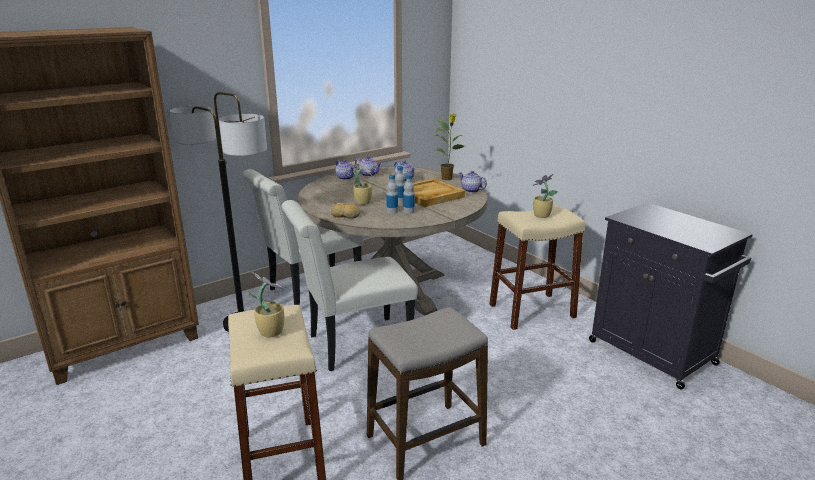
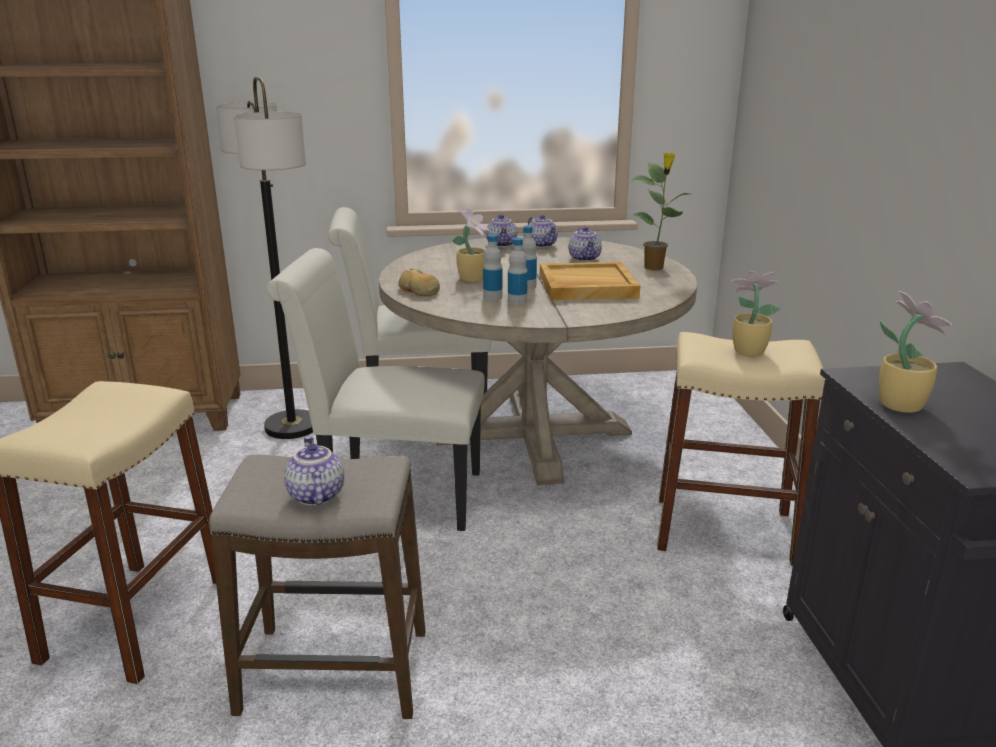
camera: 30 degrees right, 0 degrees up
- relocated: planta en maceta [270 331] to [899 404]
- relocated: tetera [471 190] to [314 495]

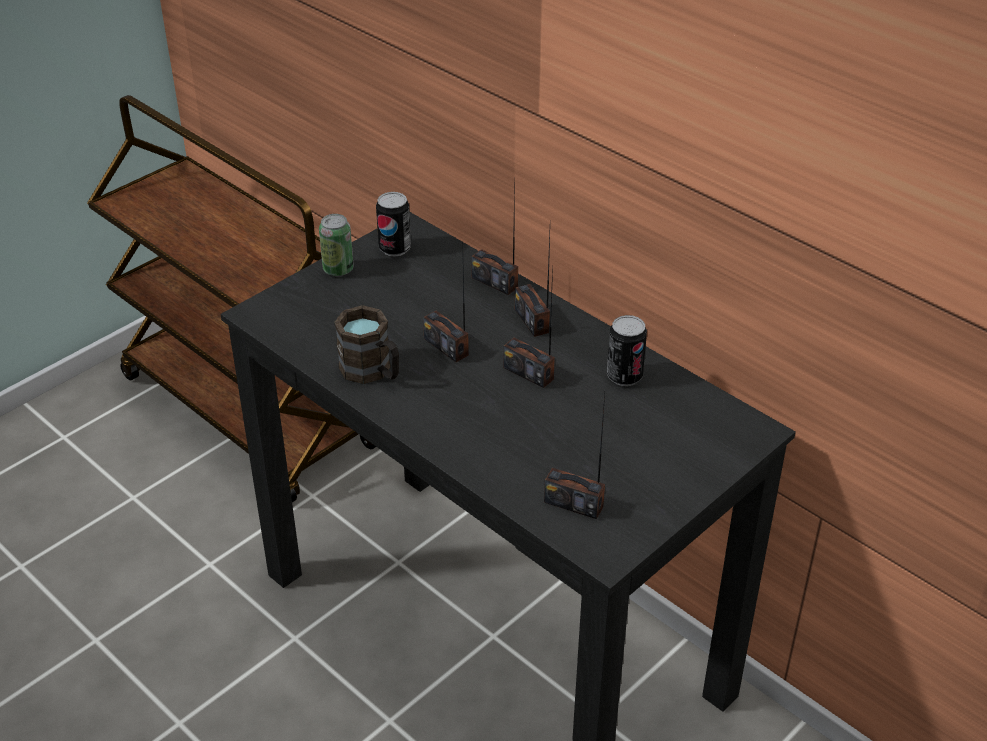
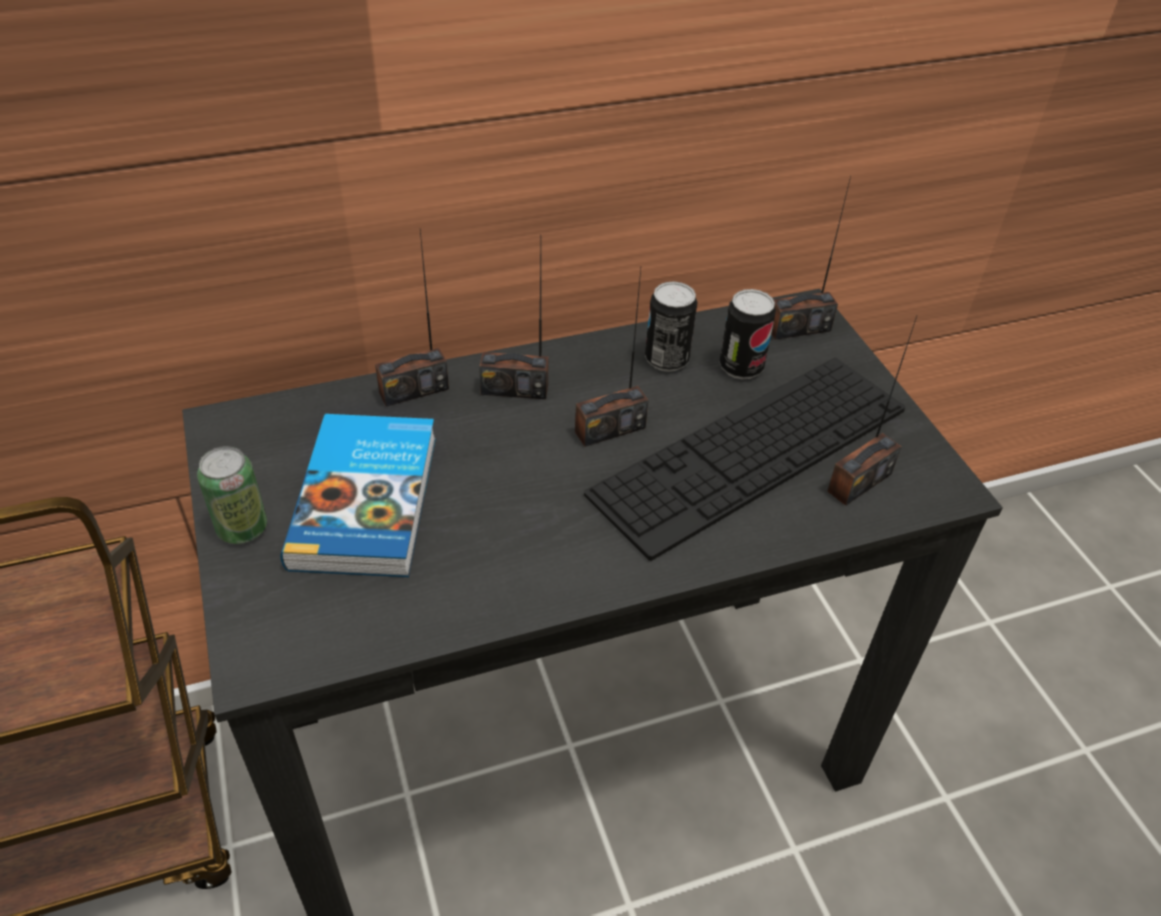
camera: 65 degrees left, 5 degrees up
- missing: taza grande/marrón [372 372]
- appeared: libro [369 499]
- appeared: teclado [751 451]
- relocated: lata [395 248] to [741 367]
- relocated: radio [446 346] to [798 328]

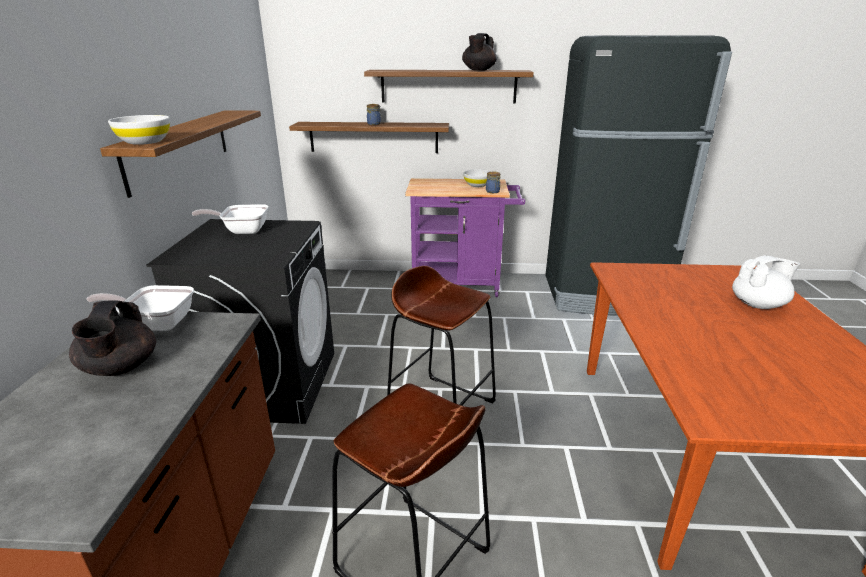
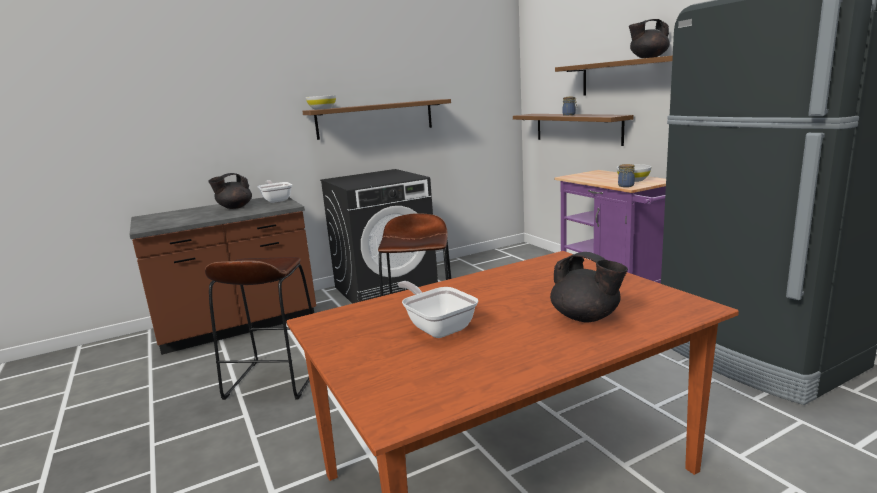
camera: 60 degrees right, 10 degrees down
- relocated: sartén [242 230] to [437 327]
- colour: tetera/blanco [758 304] to tetera/negro [586 317]

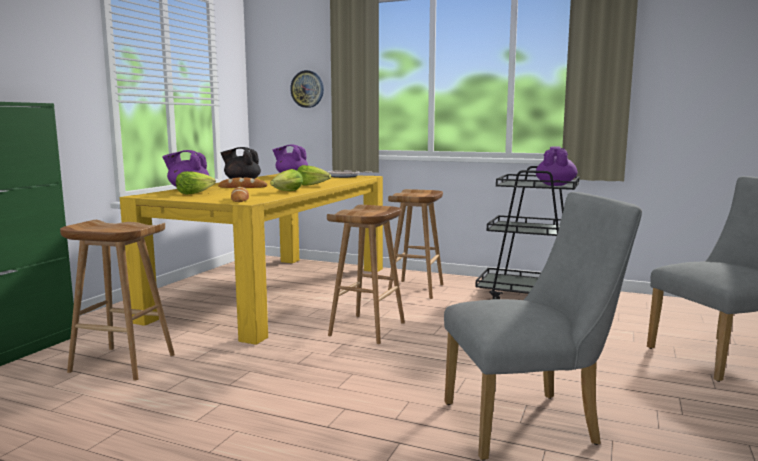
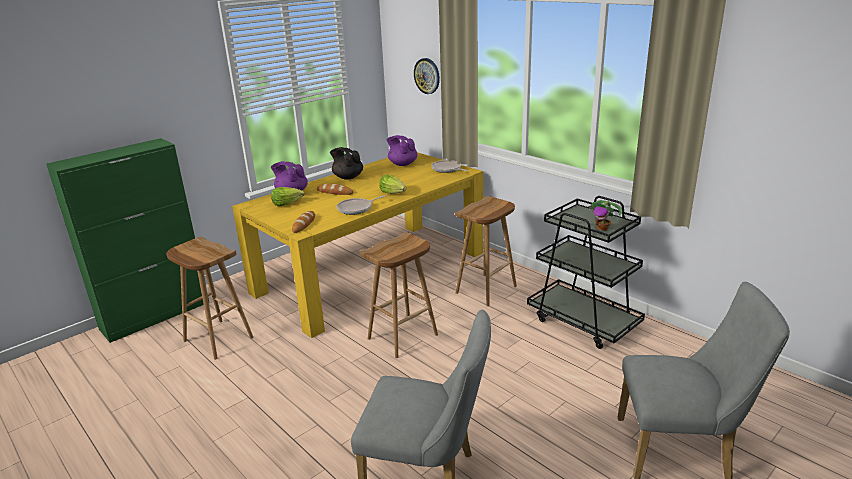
camera: 25 degrees right, 15 degrees up
- exchanged: lechuga [287 191] to sartén [356 209]
- exchanged: tetera/morado [555 185] to planta en maceta [603 228]

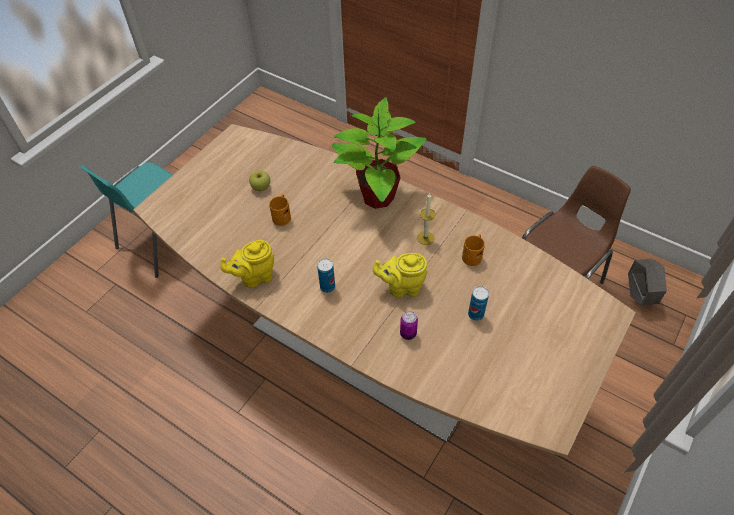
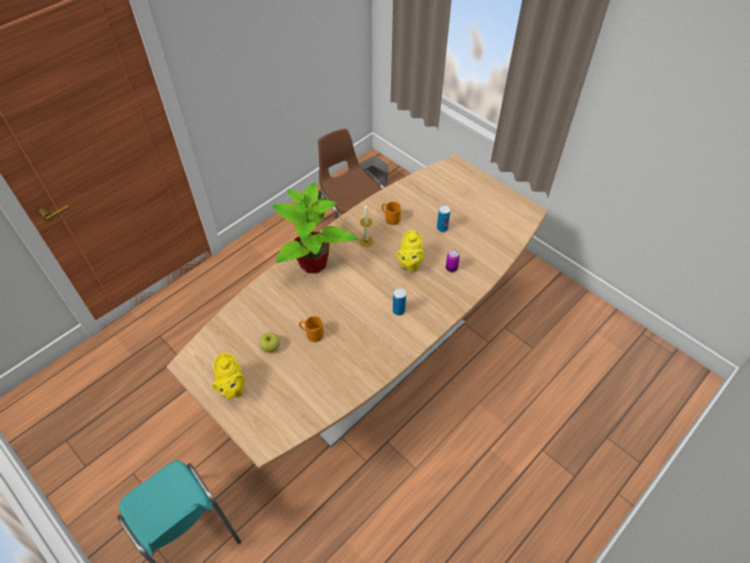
camera: 80 degrees left, 0 degrees up
- relocated: tetera/amarillo [255 277] to [232 388]

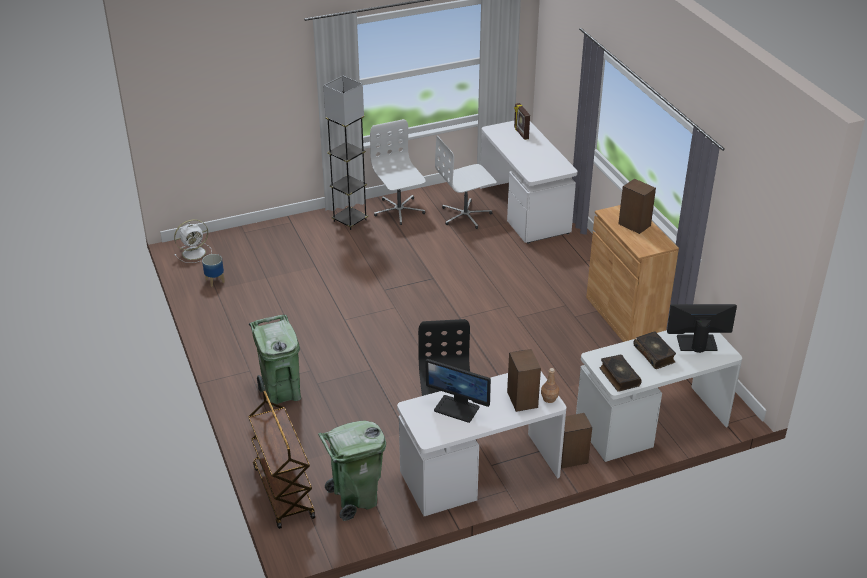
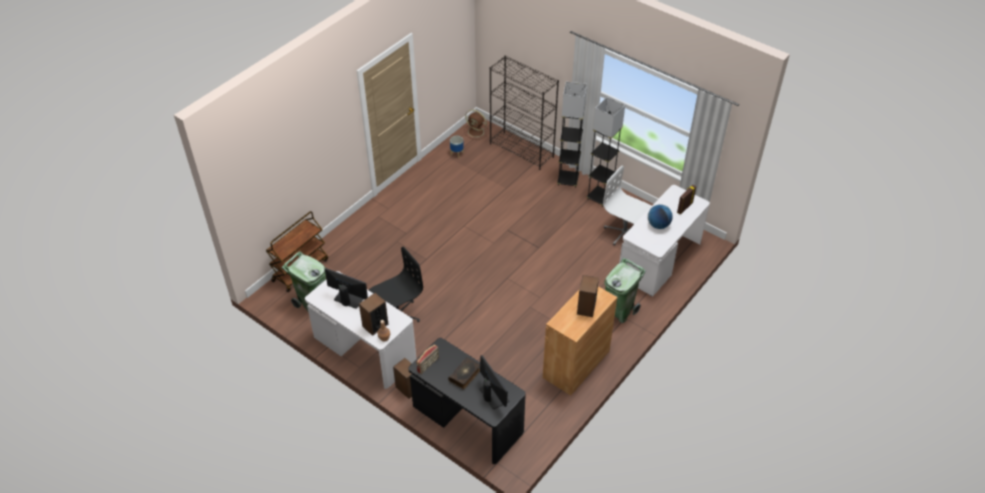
camera: 60 degrees right, 10 degrees up
- appeared: estantería/negro [522 150]
- appeared: globo terráqueo [658 225]
- relocated: papelera/verde [282 393] to [619 311]
- exchanged: silla de oficina/blanco [399 210] to lámpara de pie/gris [600 198]
- exchanged: libro [619 377] to radio [428 365]
- colour: ventilador/blanco [195 253] to ventilador/marrón [476 132]
- colour: escritorio/blanco [651 425] to escritorio/negro [467 419]
- spun: monitor [457 408] = [348 298] 120 degrees clockwise

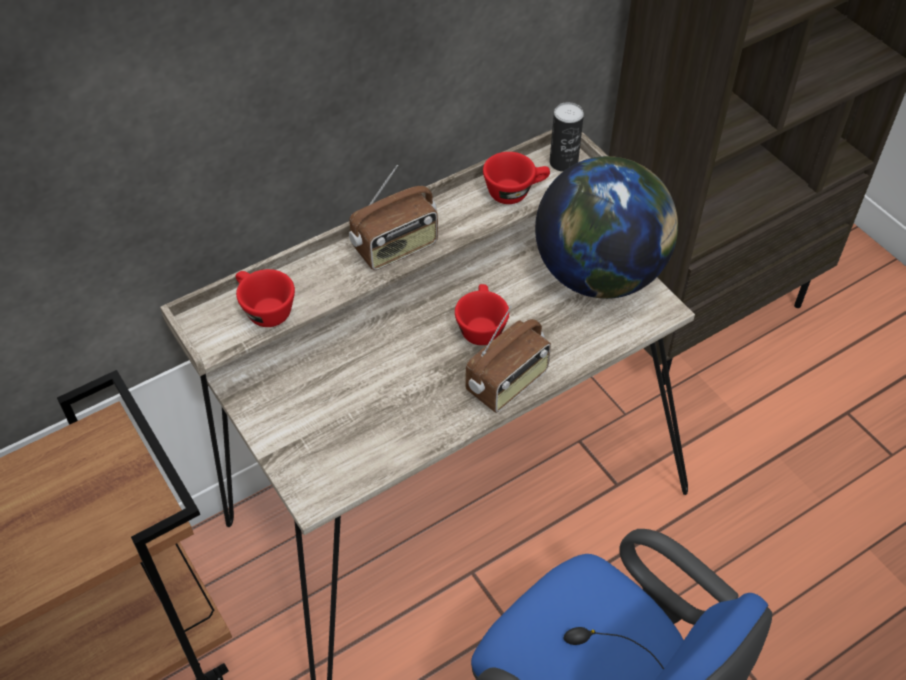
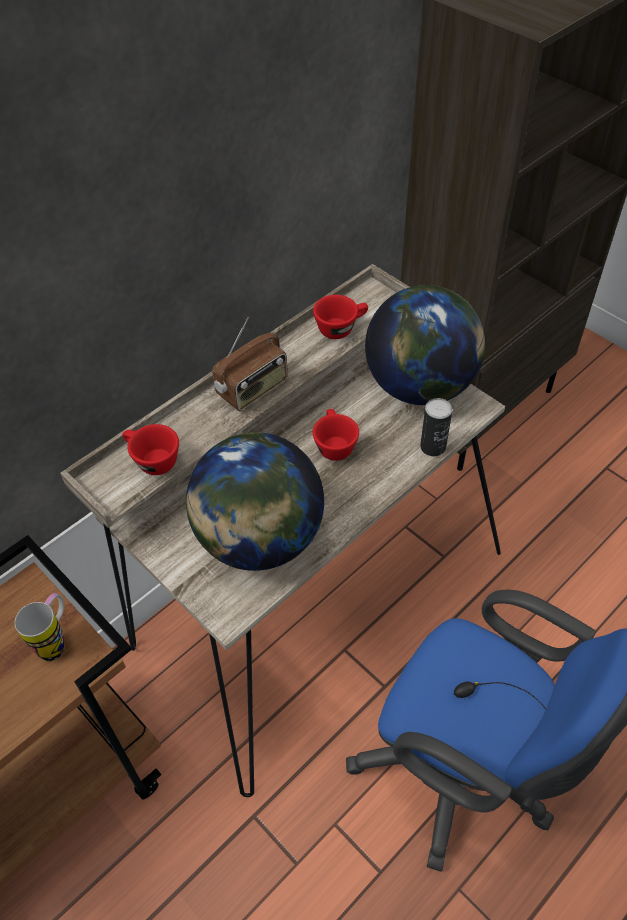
camera: 10 degrees left, 0 degrees up
- missing: radio [508 383]
- appeared: taza grande [56 641]
- appeared: globo terráqueo [259 539]
- relocated: lata [563 162] to [433 447]

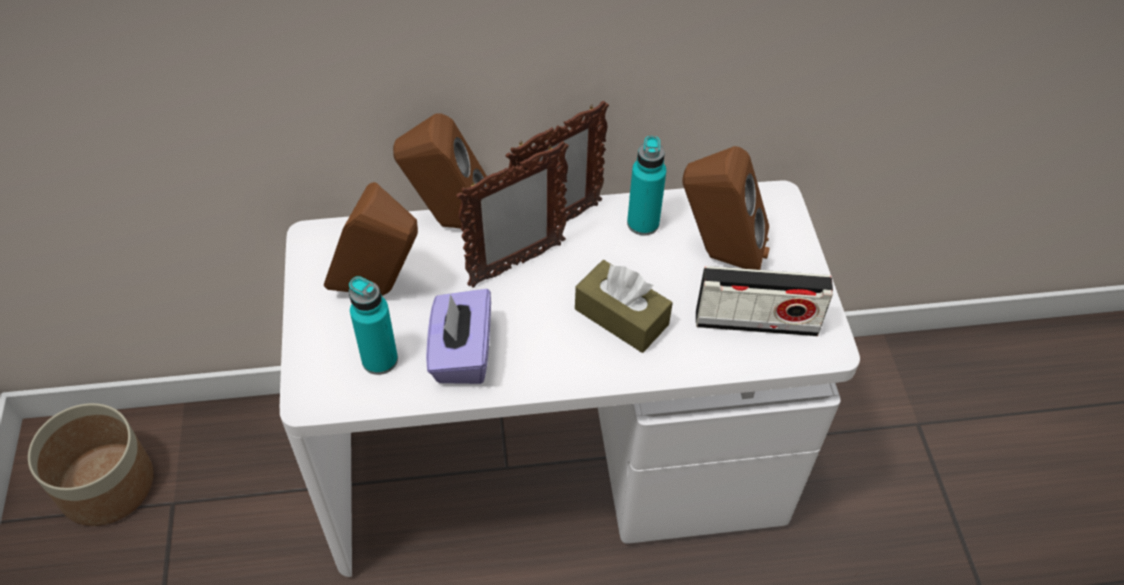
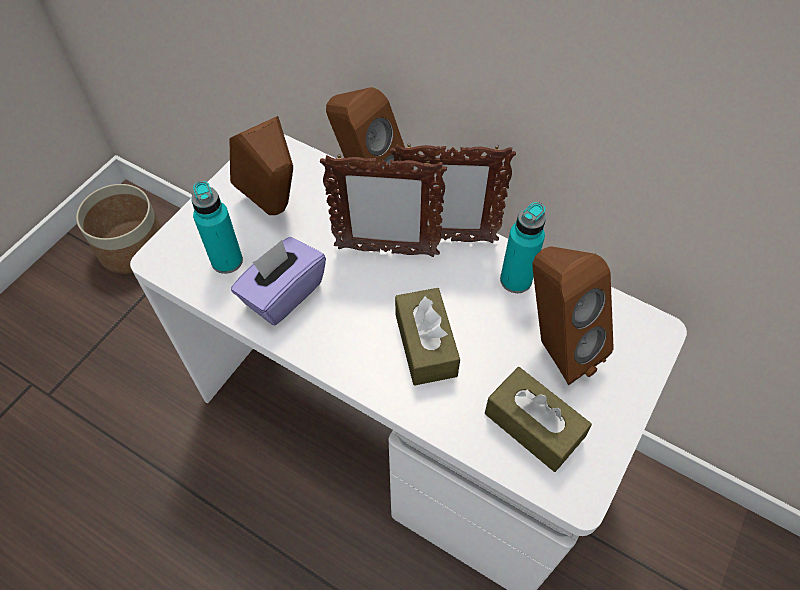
camera: 40 degrees right, 5 degrees up
- exchanged: radio [756 322] to caja de pañuelos/marrón [533 426]

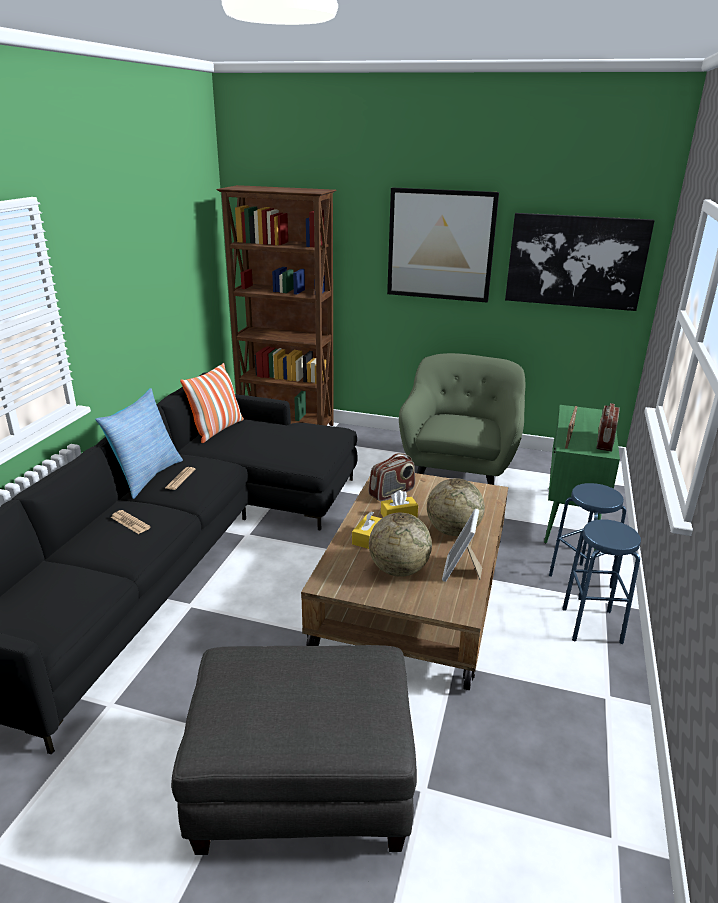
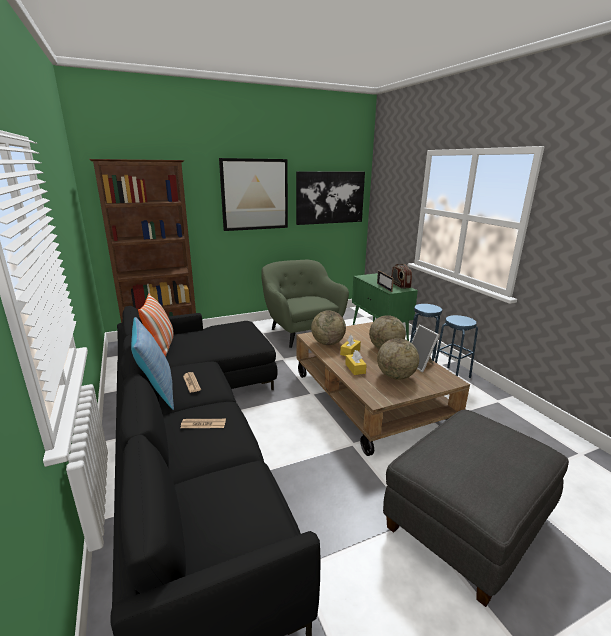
camera: 40 degrees left, 5 degrees down
- exchanged: radio [392 493] to globo terráqueo [327 343]

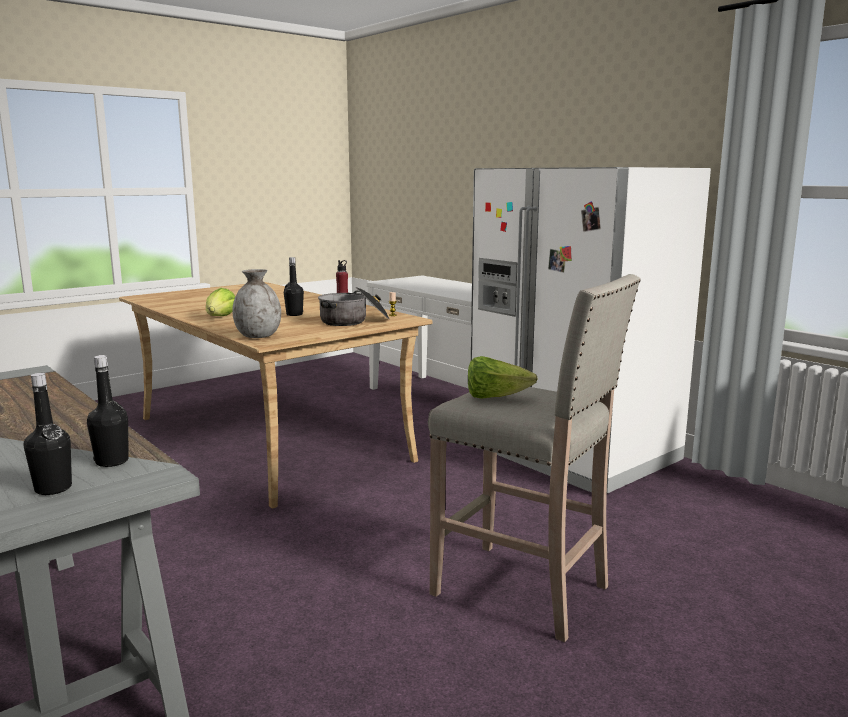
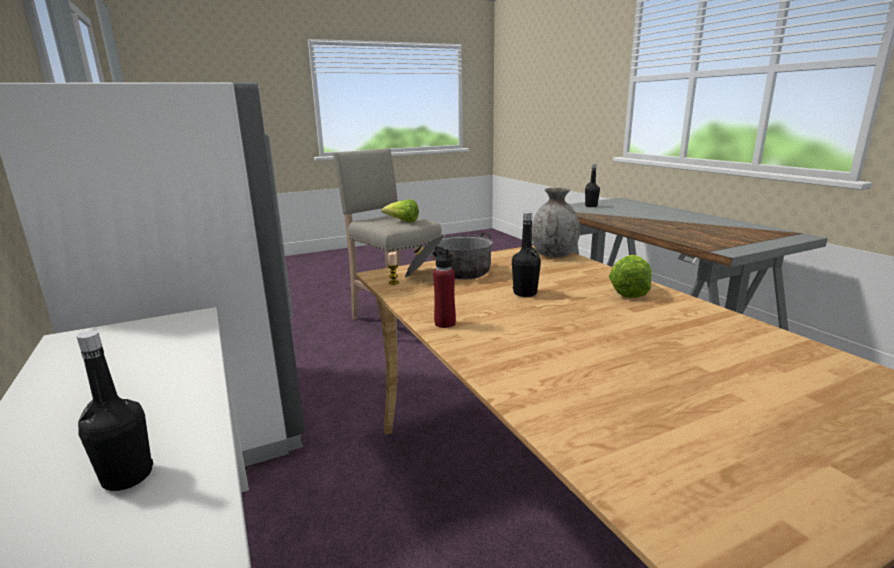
camera: 165 degrees left, 5 degrees up
- relocated: botella/negro [112 461] to [127 476]

